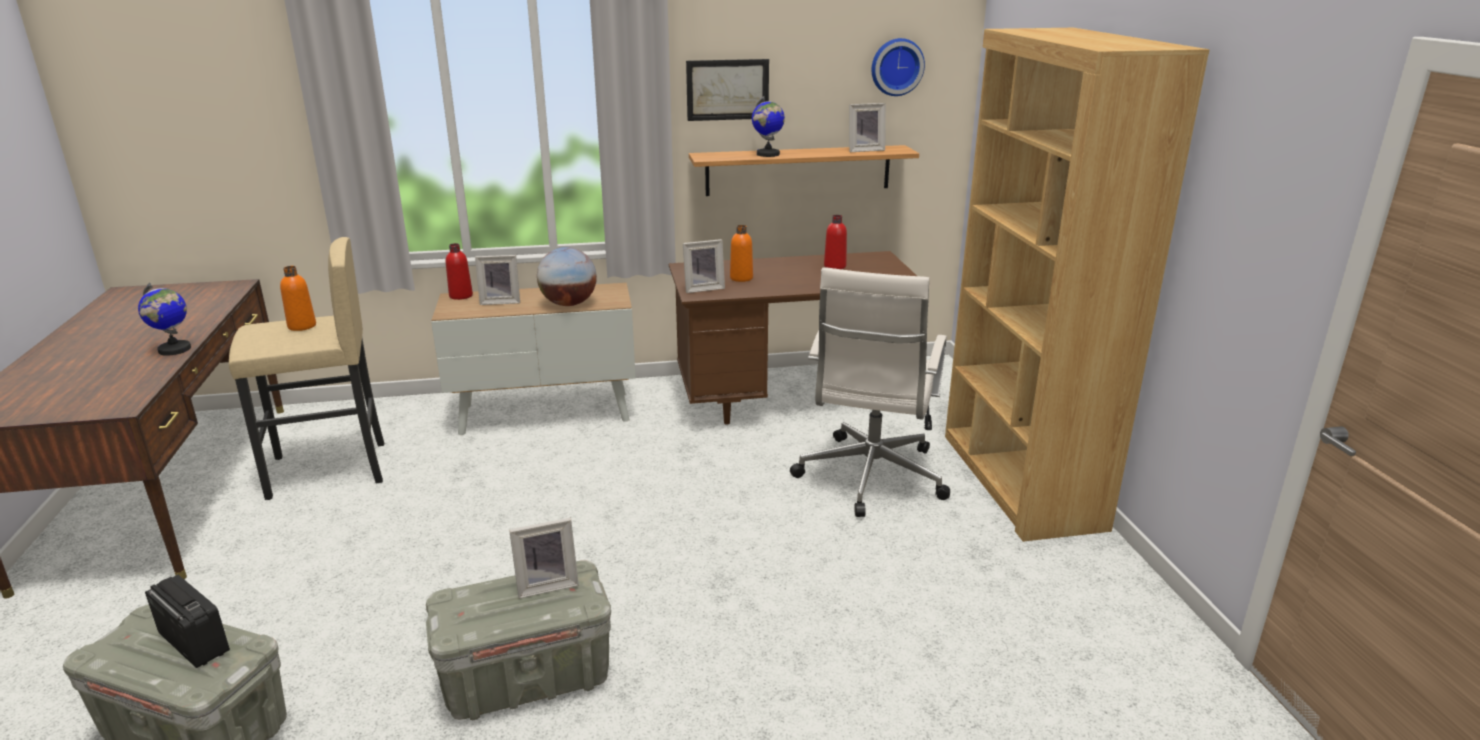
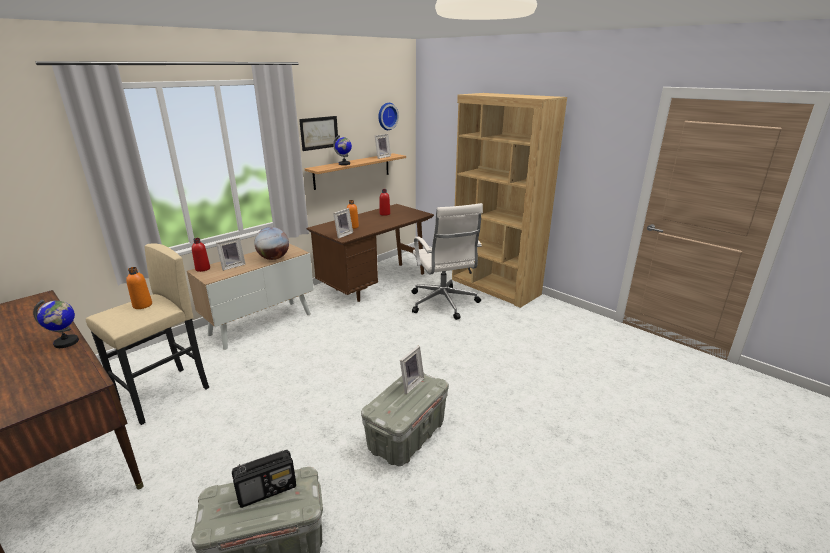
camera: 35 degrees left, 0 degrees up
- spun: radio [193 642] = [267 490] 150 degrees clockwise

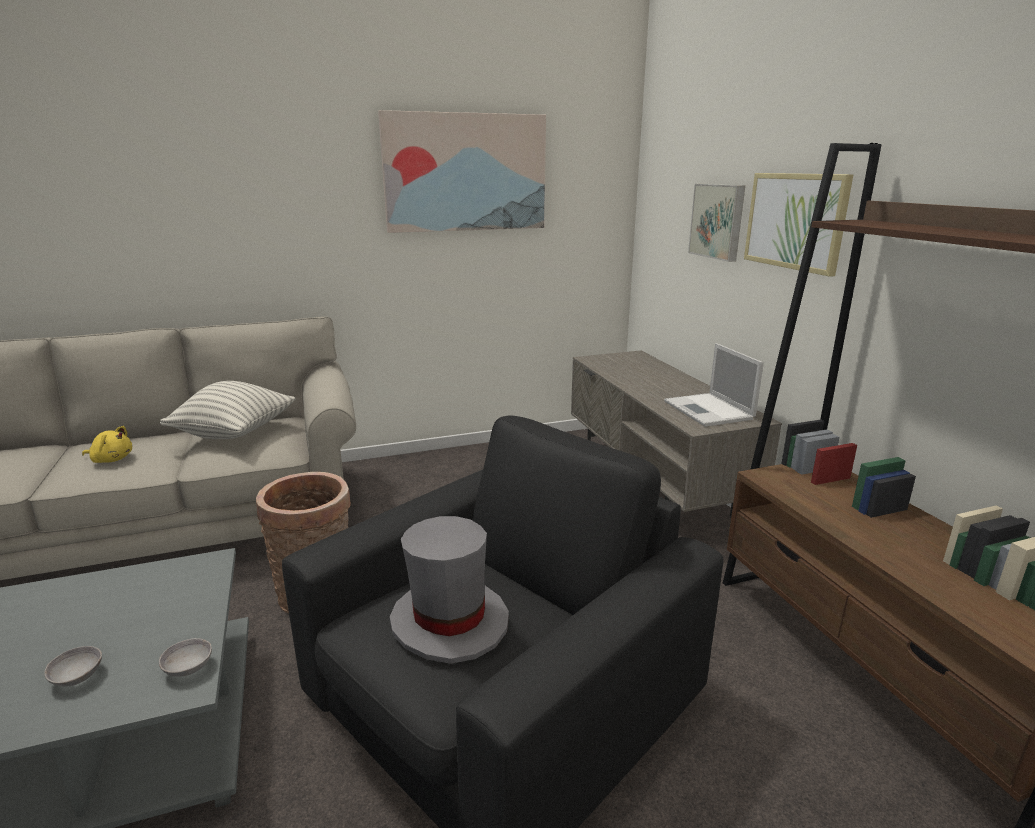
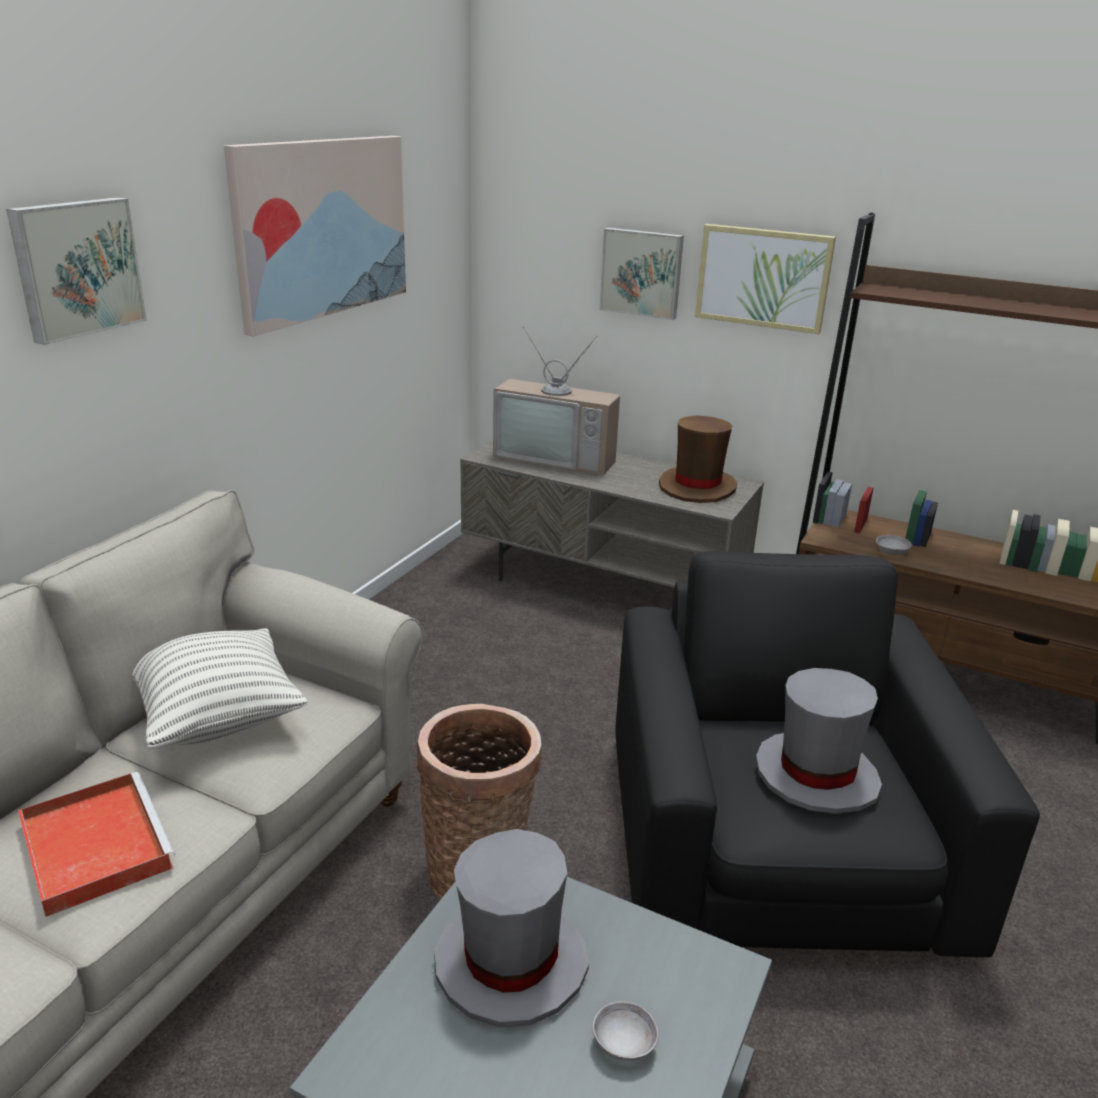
camera: 45 degrees left, 5 degrees up
- appeared: cuadro [76 268]
- appeared: sombrero/gris [510 963]
- appeared: televisor [558 457]
- relocated: cuenco/gris [188 668] to [891 553]
- exchanged: peluche/amarillo [111 459] to bandeja/rojo [94 844]
- exchanged: portátil [709 410] to sombrero/marrón [697 487]

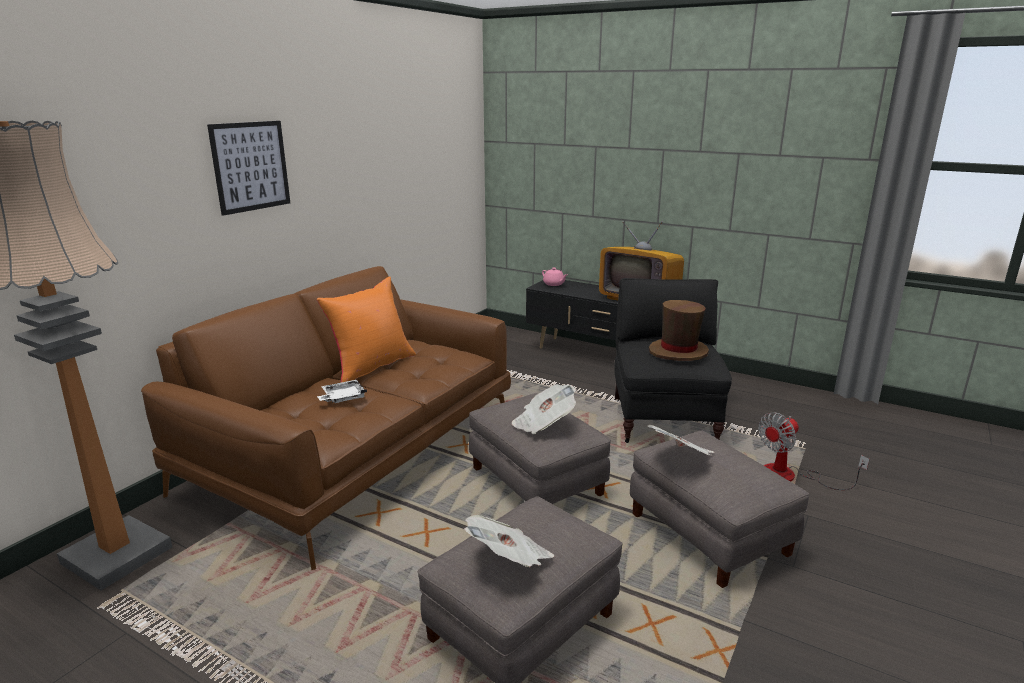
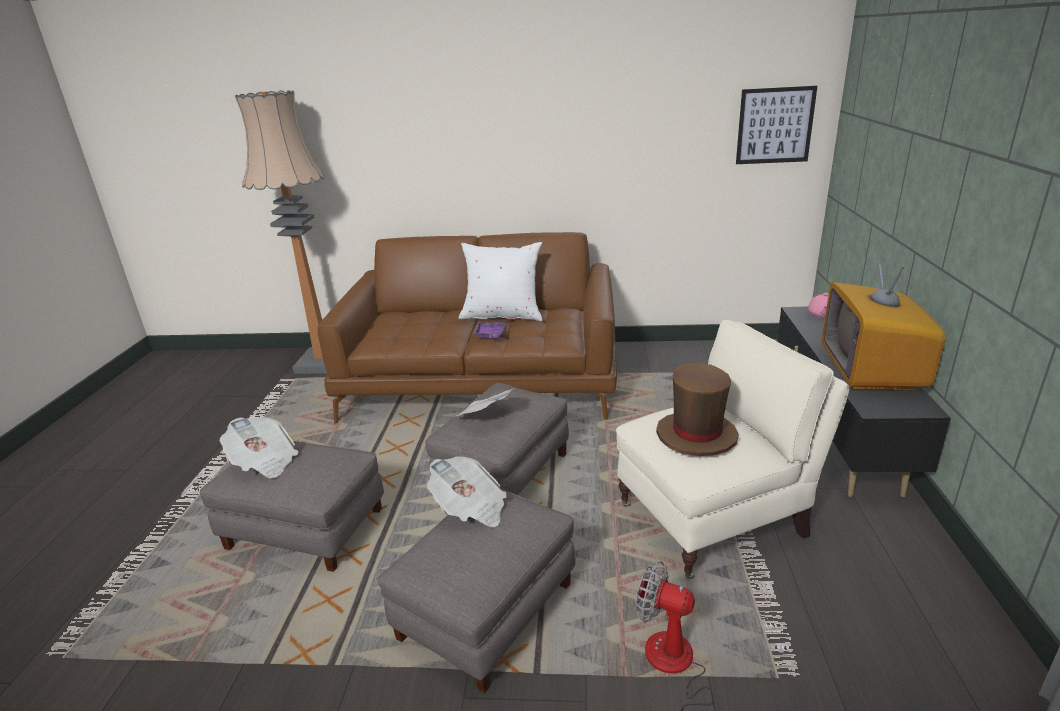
camera: 65 degrees right, 5 degrees up
- missing: bandeja/blanco [342 398]
- appeared: bandeja/morado [490 335]
- relocated: cuadro [251 166] to [775 125]
- colour: cojín/naranja [371 366] to cojín/blanco [503 315]
- colour: sillón/negro [663 419] to sillón/beis [715 519]

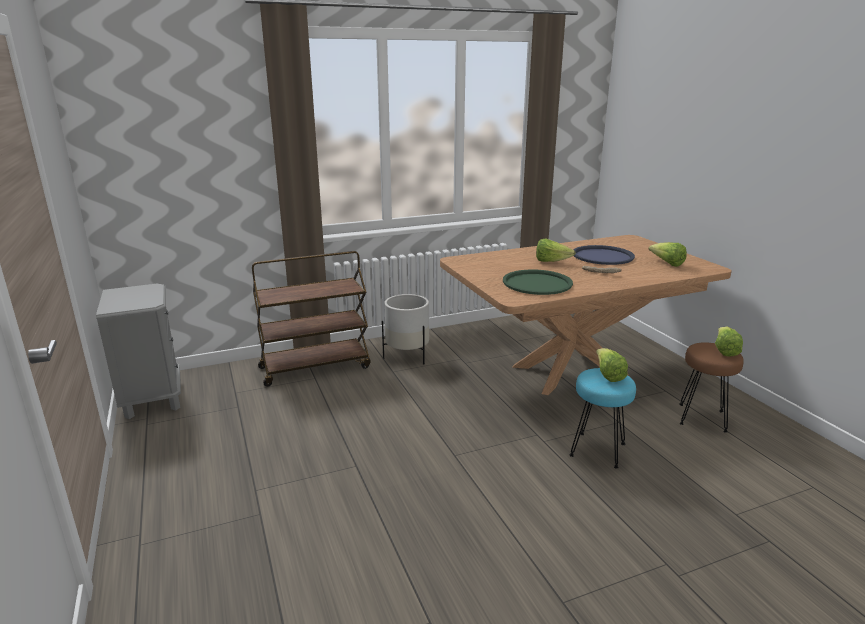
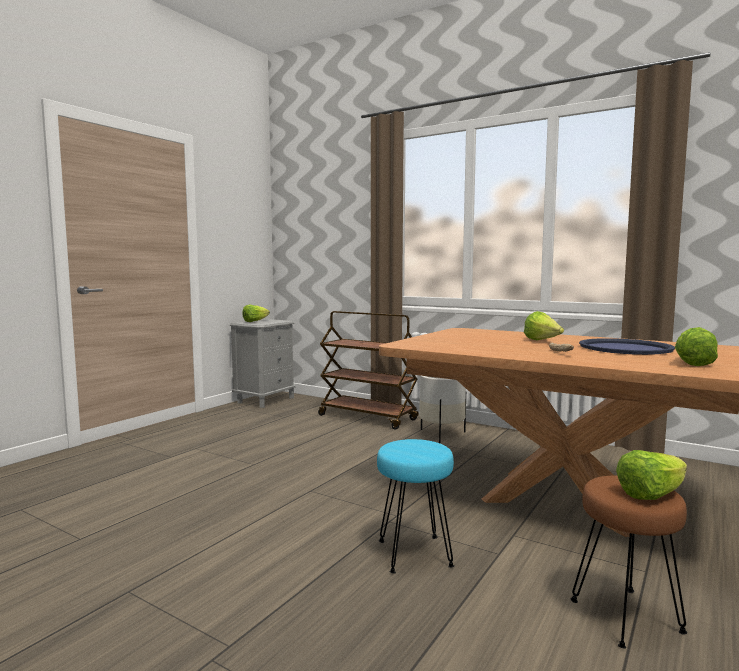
camera: 55 degrees right, 15 degrees down
- missing: bandeja/verde [537 283]
- relocated: lechuga [608 375] to [255 321]

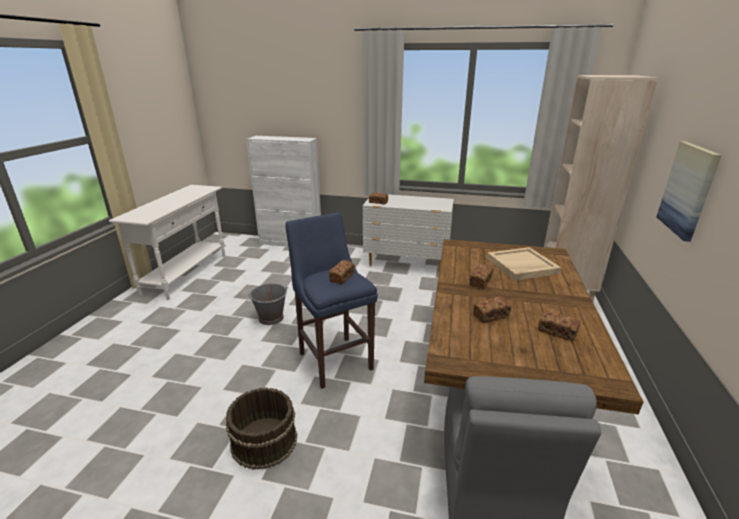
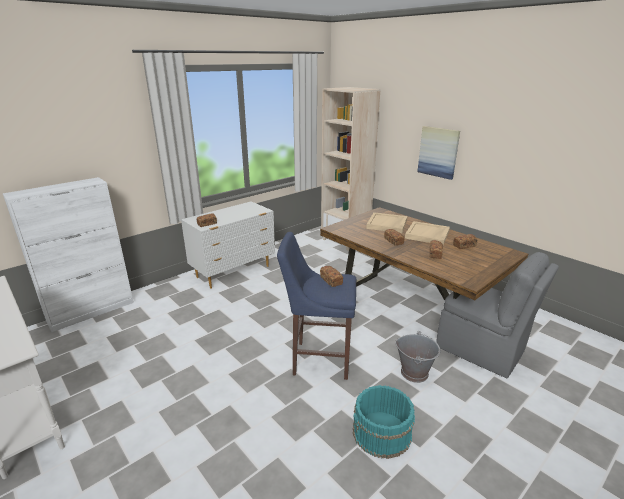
camera: 55 degrees left, 0 degrees up
- appeared: bandeja/beis [427 235]
- relocated: cubo/gris [271 318] to [414 372]
- colour: cubo/marrón [263 441] to cubo/turquesa [382 433]

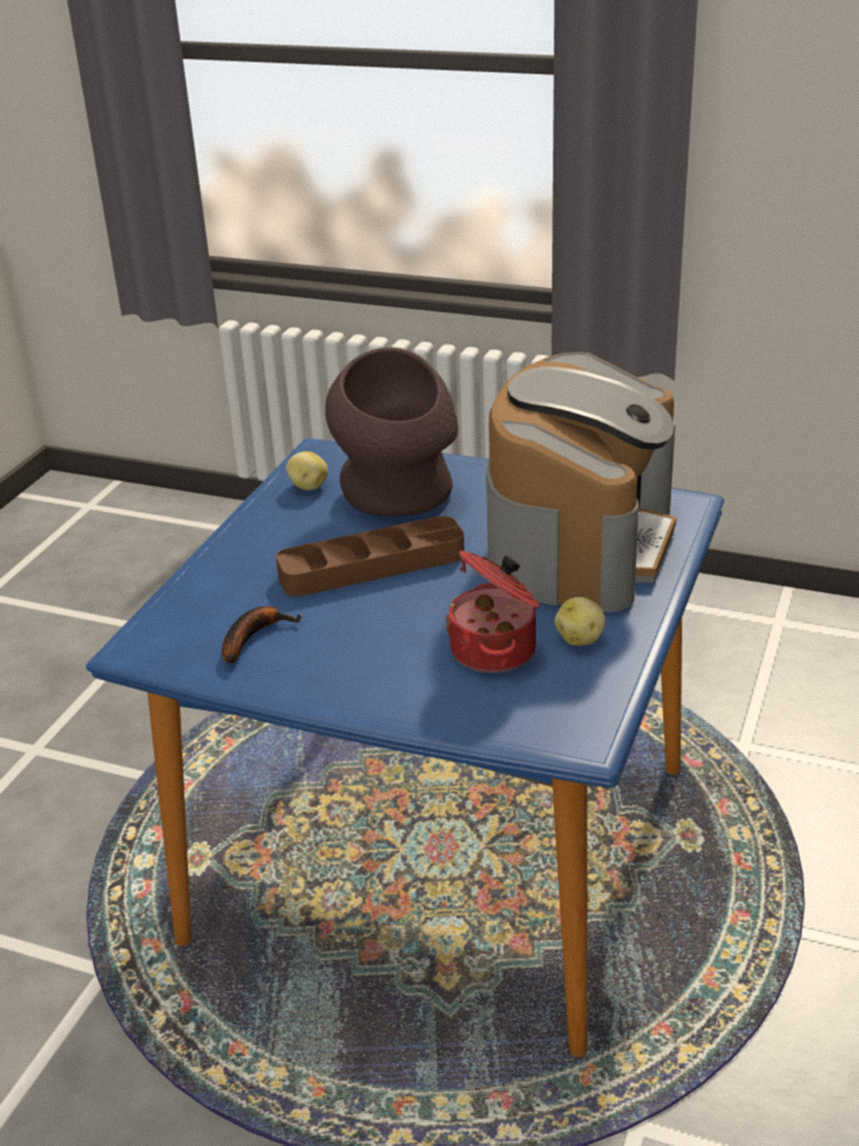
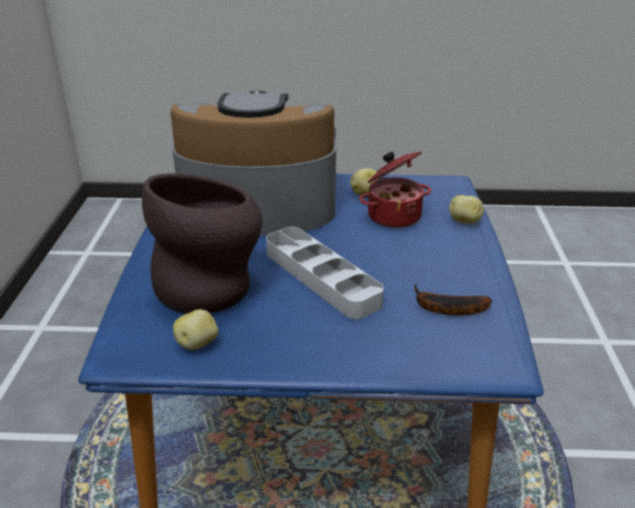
camera: 110 degrees left, 0 degrees up
- appeared: patata [465 221]
- colour: bandeja/marrón [372 565] to bandeja/gris [321 277]

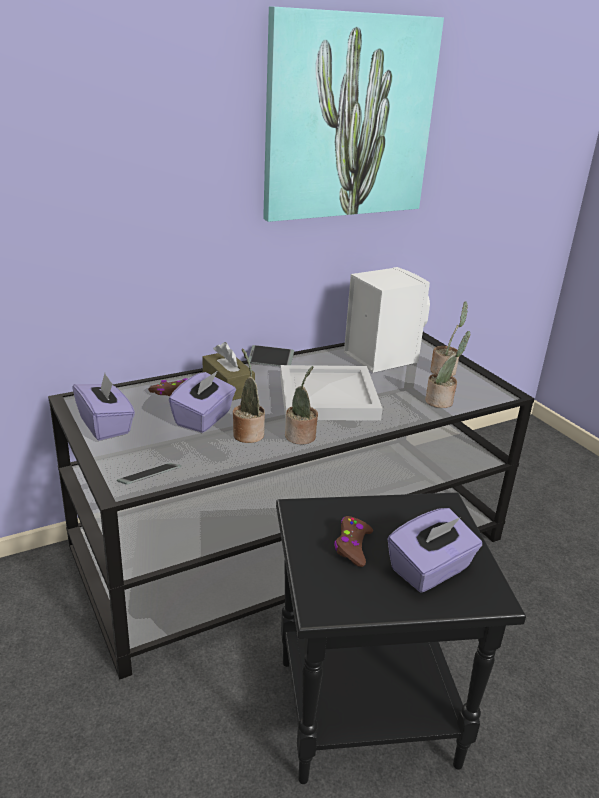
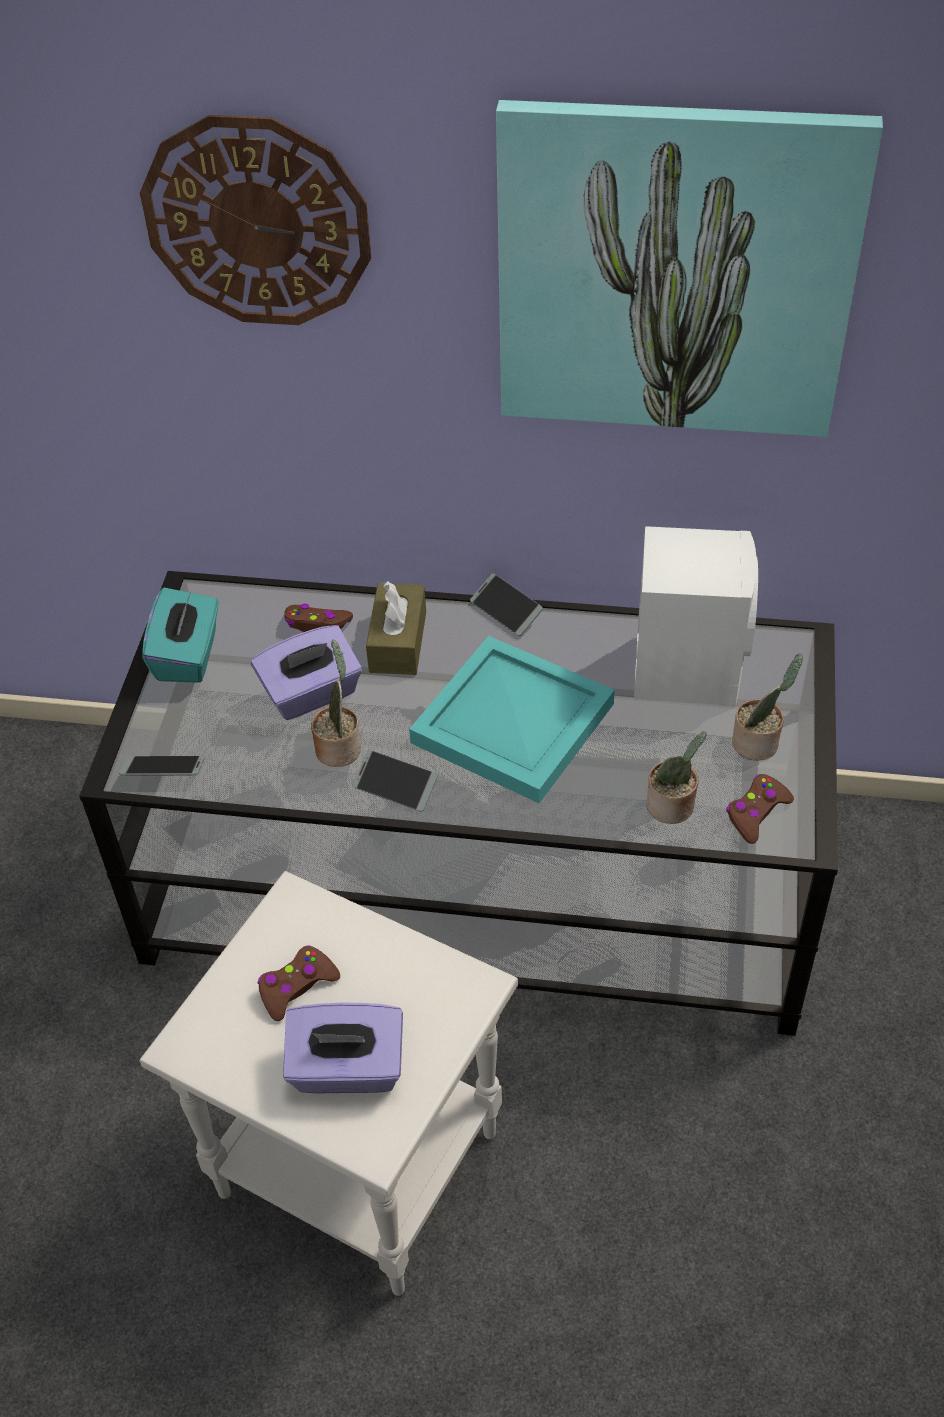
camera: 40 degrees right, 20 degrees up
- appeared: reloj de pared [257 222]
- appeared: mando de consola/marrón [756 813]
- exchanged: planta en maceta [301 437] to móvil [395 786]
- colour: caja de pañuelos/morado [106 425] to caja de pañuelos/turquesa [188 656]
- colour: mesa auxiliar/negro [365 714] to mesa auxiliar/blanco [354 1166]
- colour: bandeja/blanco [326 398] to bandeja/turquesa [509 724]

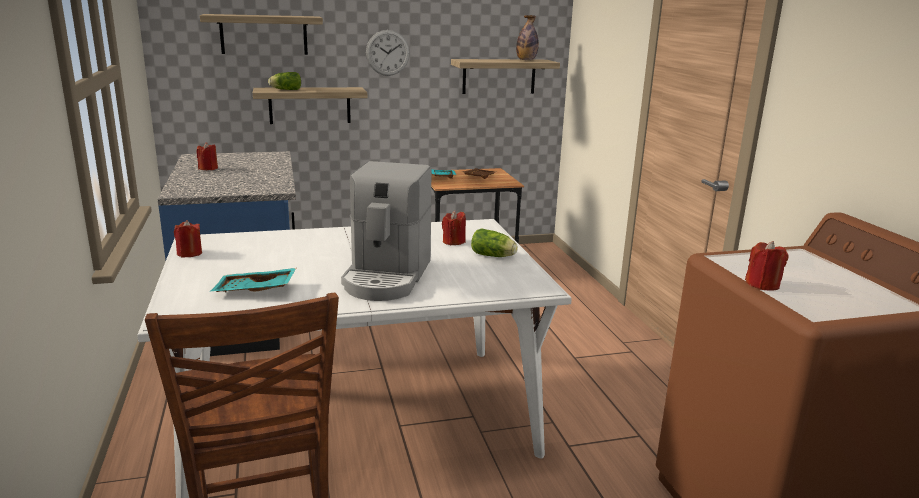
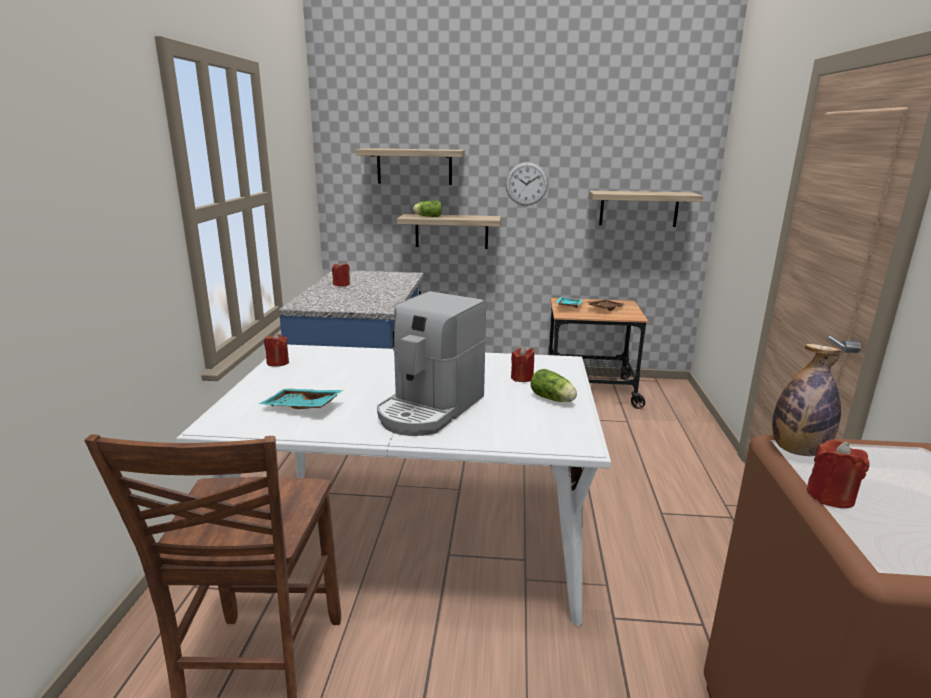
camera: 20 degrees right, 0 degrees up
- relocated: botella [526 60] to [797 450]

